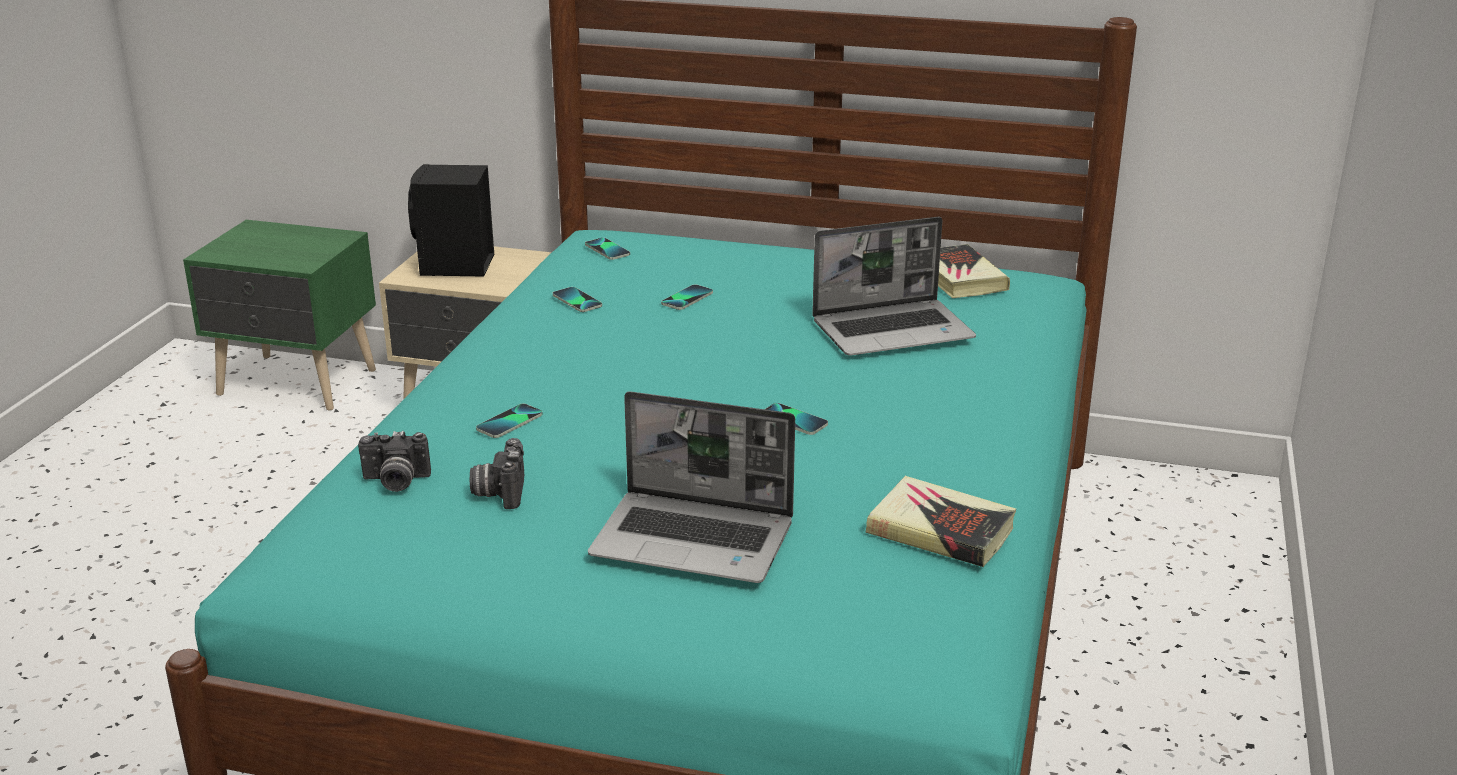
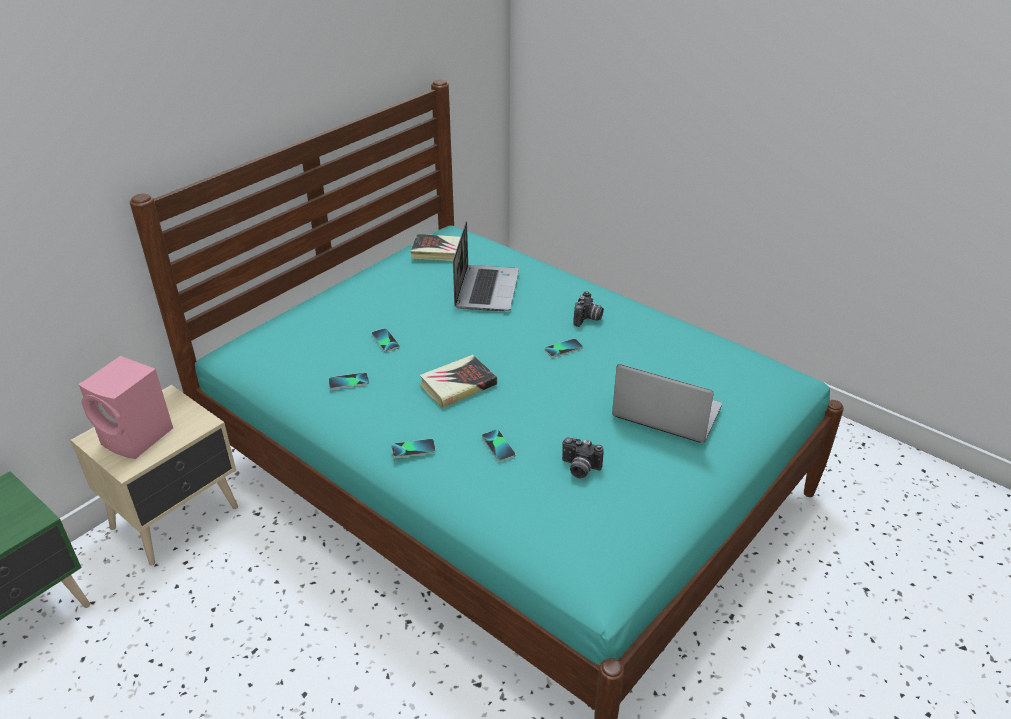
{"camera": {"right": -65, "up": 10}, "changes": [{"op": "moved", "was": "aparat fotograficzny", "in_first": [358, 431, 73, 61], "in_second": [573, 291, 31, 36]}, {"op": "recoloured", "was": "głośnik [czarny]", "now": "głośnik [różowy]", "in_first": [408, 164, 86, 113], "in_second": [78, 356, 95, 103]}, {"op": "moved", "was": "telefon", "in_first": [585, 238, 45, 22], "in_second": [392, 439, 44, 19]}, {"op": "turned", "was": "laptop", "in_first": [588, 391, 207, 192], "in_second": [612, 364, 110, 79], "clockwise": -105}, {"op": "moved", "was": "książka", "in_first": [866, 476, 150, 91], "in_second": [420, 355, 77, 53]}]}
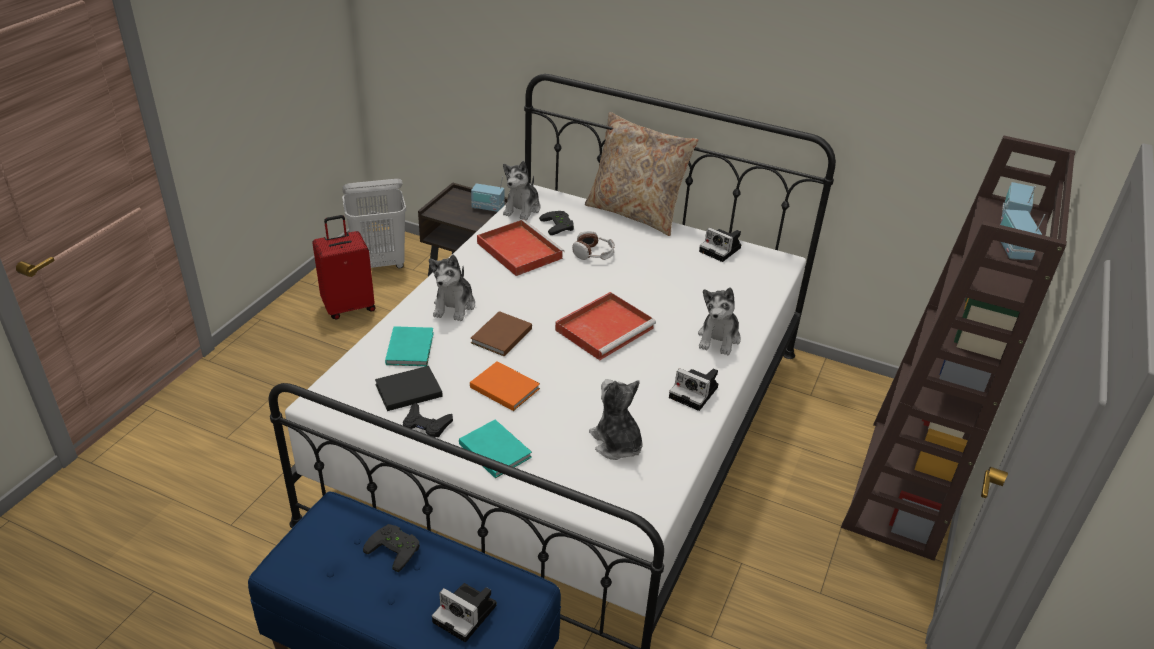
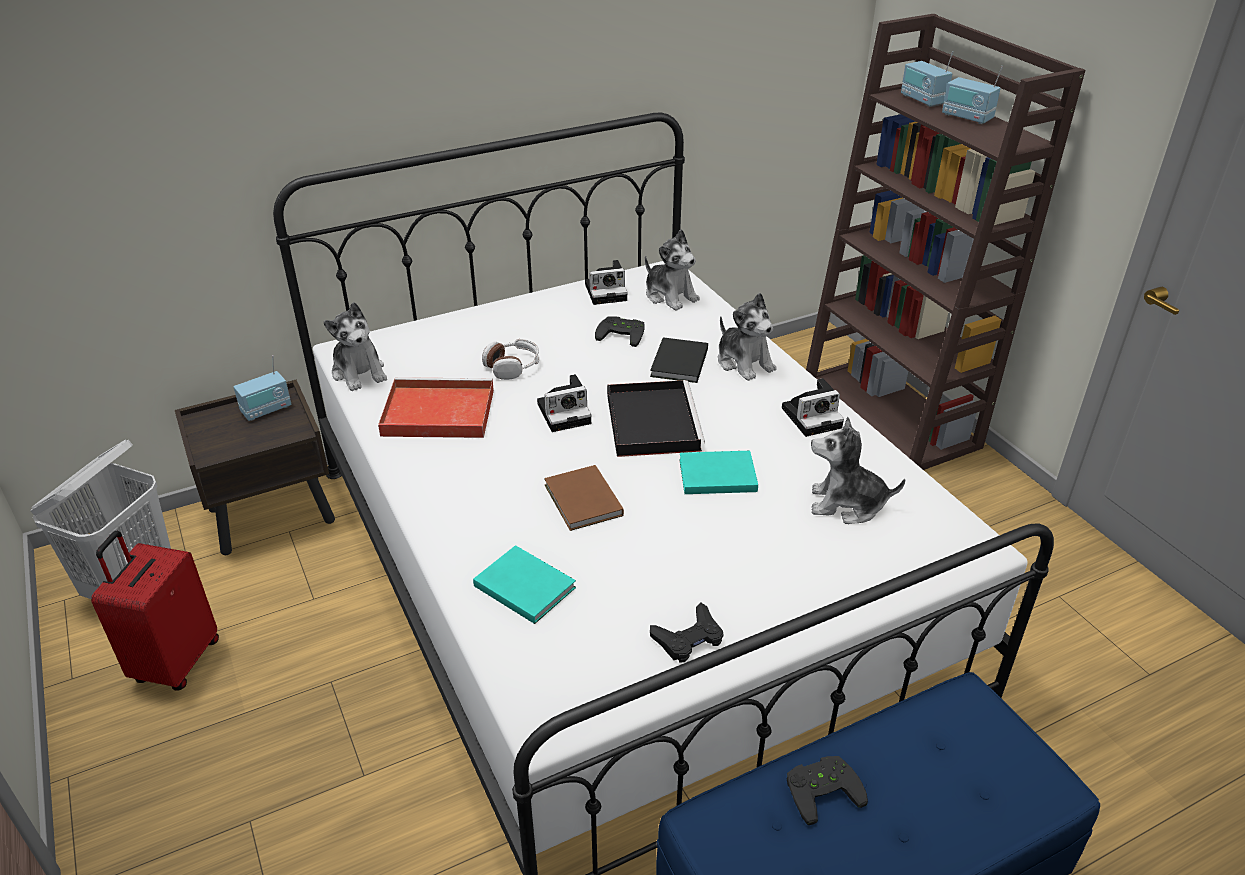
{"camera": {"right": -50, "up": 0}, "changes": [{"op": "moved", "was": "książka [czarny]", "in_first": [375, 366, 68, 45], "in_second": [650, 337, 58, 46]}, {"op": "moved", "was": "pluszak", "in_first": [429, 255, 46, 66], "in_second": [645, 229, 55, 82]}, {"op": "moved", "was": "aparat fotograficzny", "in_first": [432, 583, 64, 59], "in_second": [537, 374, 54, 58]}, {"op": "moved", "was": "książka [turkusowy]", "in_first": [459, 420, 73, 58], "in_second": [679, 451, 79, 43]}, {"op": "removed", "was": "książka [pomarańczowy]", "in_first": [470, 361, 70, 50]}, {"op": "moved", "was": "pad do gier [czarny]", "in_first": [539, 211, 35, 24], "in_second": [595, 317, 50, 30]}, {"op": "recoloured", "was": "taca [czerwony]", "now": "taca [czarny]", "in_first": [555, 292, 101, 68], "in_second": [607, 380, 98, 77]}, {"op": "removed", "was": "poduszka [beżowy]", "in_first": [585, 112, 113, 124]}]}
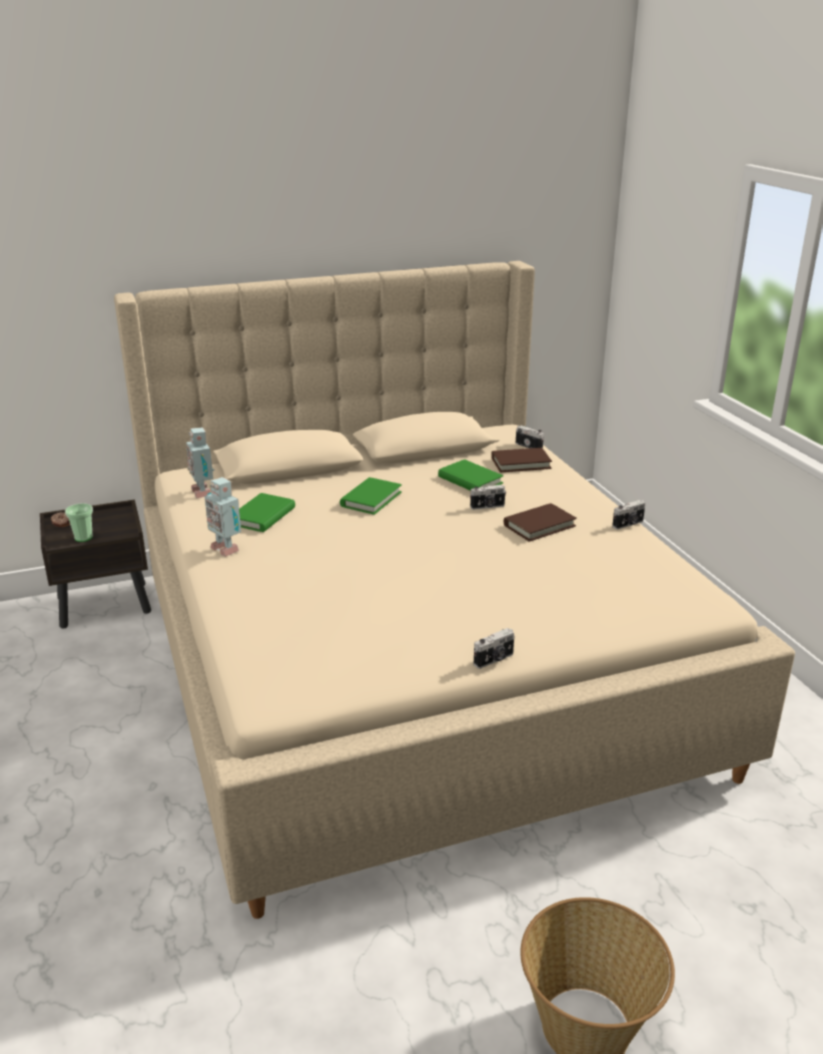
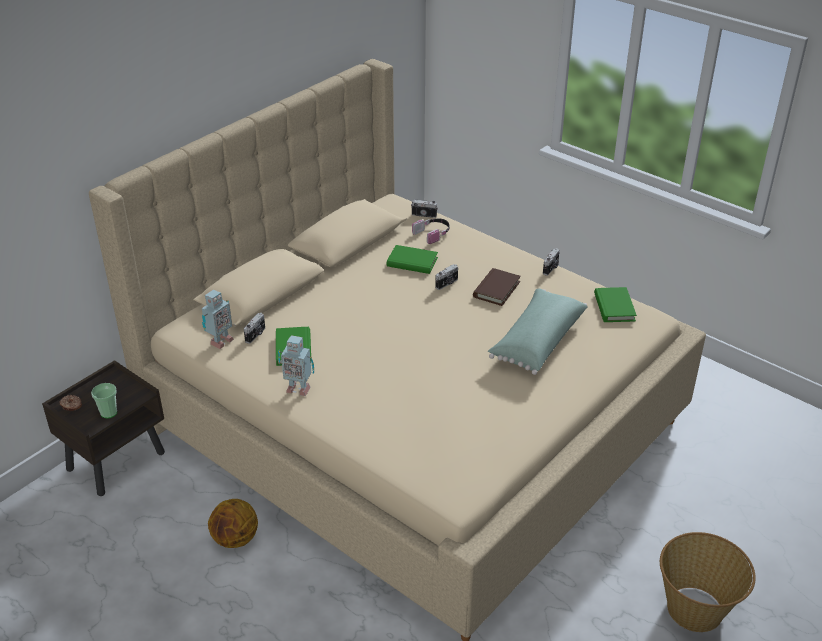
{"camera": {"right": -30, "up": 10}, "changes": [{"op": "turned", "was": "robot zabawkowy", "in_first": [186, 427, 28, 71], "in_second": [202, 289, 32, 60], "clockwise": -90}, {"op": "moved", "was": "książka [zielony]", "in_first": [340, 477, 62, 38], "in_second": [594, 287, 43, 35]}, {"op": "moved", "was": "aparat fotograficzny", "in_first": [474, 628, 41, 41], "in_second": [244, 313, 21, 31]}, {"op": "replaced", "was": "książka [brązowy]", "now": "słuchawki", "in_first": [491, 448, 61, 24], "in_second": [412, 219, 37, 25]}, {"op": "added", "now": "piłka do koszykówki", "in_second": [208, 499, 50, 49]}, {"op": "added", "now": "poduszka [zielony]", "in_second": [488, 289, 100, 86]}]}
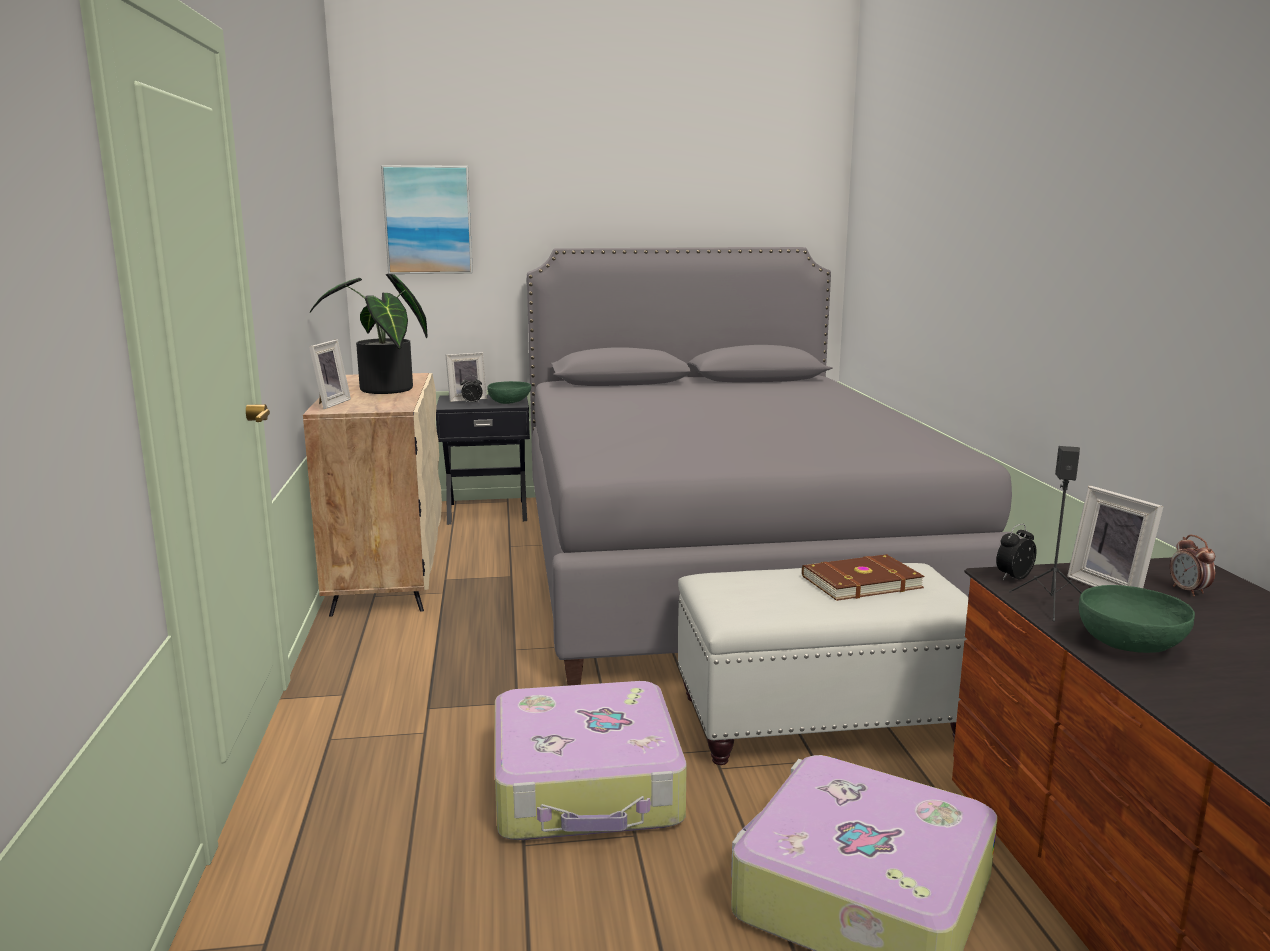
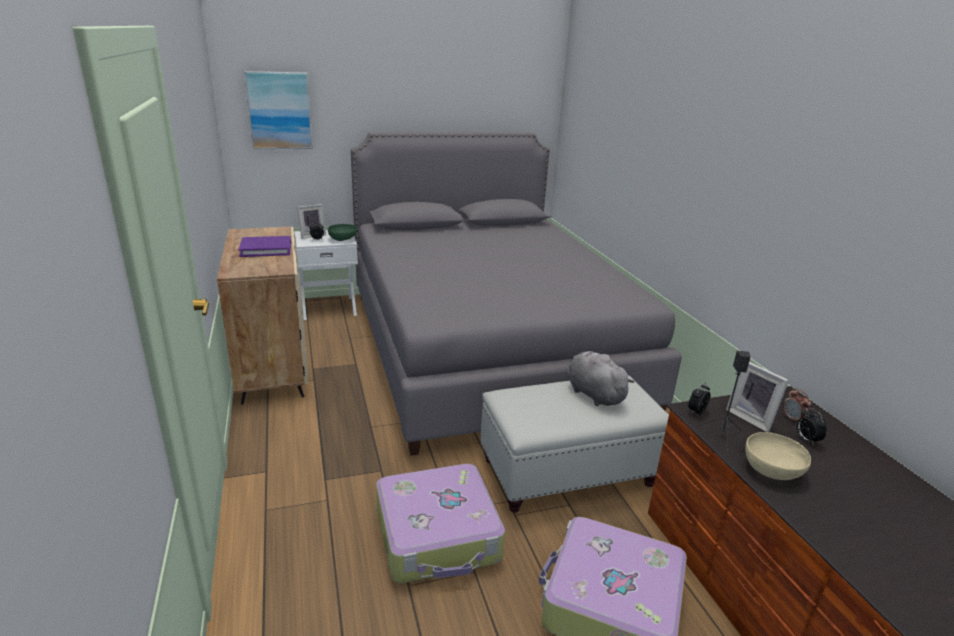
{"camera": {"right": -10, "up": 10}, "changes": [{"op": "removed", "was": "ramka na zdjęcie", "in_first": [309, 340, 42, 69]}, {"op": "replaced", "was": "roślina doniczkowa", "now": "książka [fioletowy]", "in_first": [310, 274, 117, 120], "in_second": [238, 236, 53, 21]}, {"op": "recoloured", "was": "szafka nocna [czarny]", "now": "szafka nocna [biały]", "in_first": [436, 394, 94, 131], "in_second": [294, 230, 64, 90]}, {"op": "replaced", "was": "książka [brązowy]", "now": "pluszak [szary]", "in_first": [802, 554, 123, 47], "in_second": [568, 351, 66, 55]}, {"op": "recoloured", "was": "miska [zielony]", "now": "miska [beżowy]", "in_first": [1079, 585, 116, 68], "in_second": [745, 432, 66, 48]}, {"op": "added", "now": "budzik", "in_second": [797, 408, 30, 38]}]}
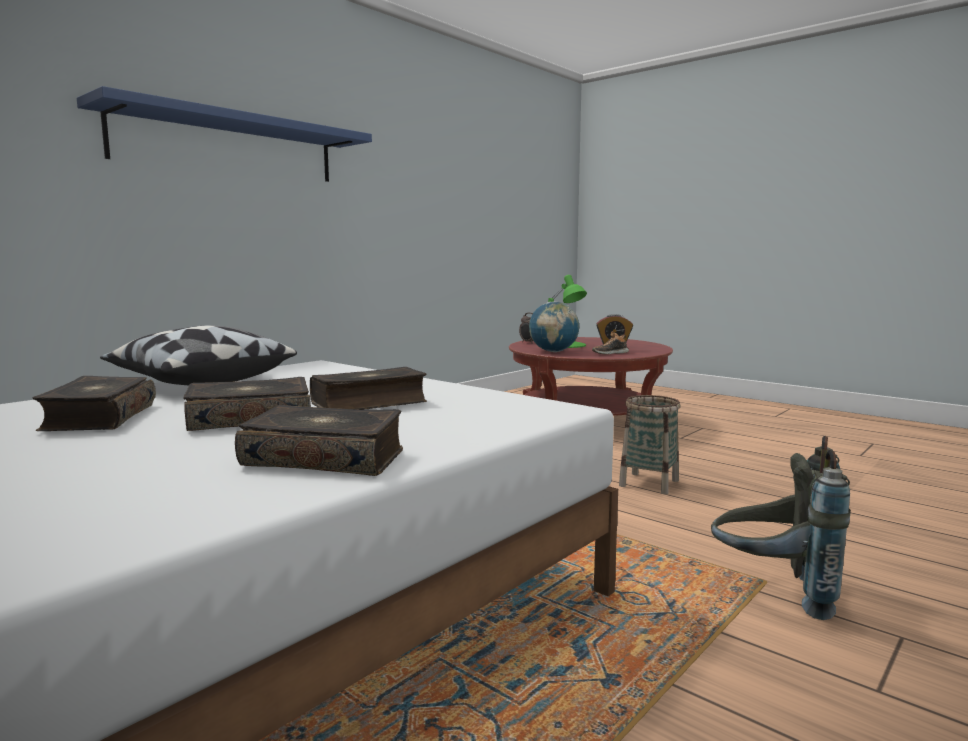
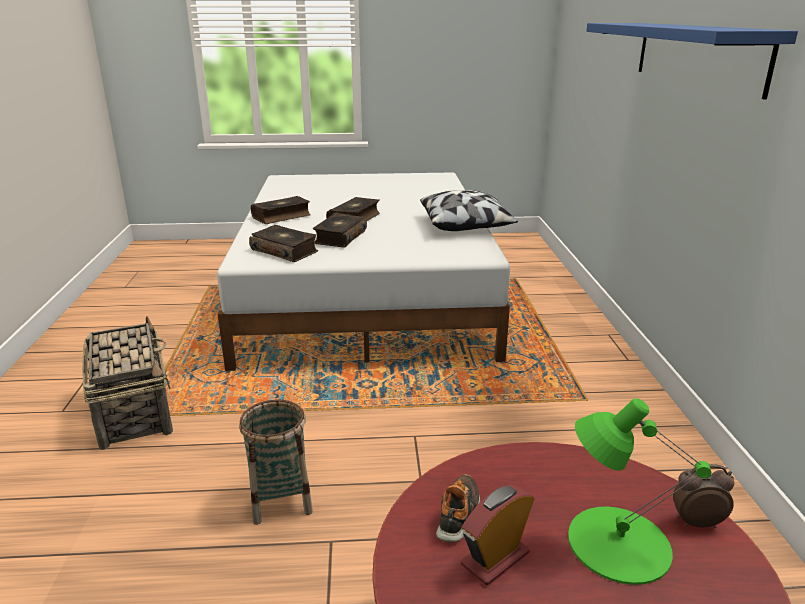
{"camera": {"right": 135, "up": 15}, "changes": [{"op": "moved", "was": "książka", "in_first": [32, 376, 124, 55], "in_second": [249, 225, 69, 37]}, {"op": "removed", "was": "globus", "in_first": [529, 302, 50, 50]}, {"op": "replaced", "was": "plecak [szary]", "now": "koszyk", "in_first": [711, 436, 140, 184], "in_second": [82, 316, 91, 134]}]}
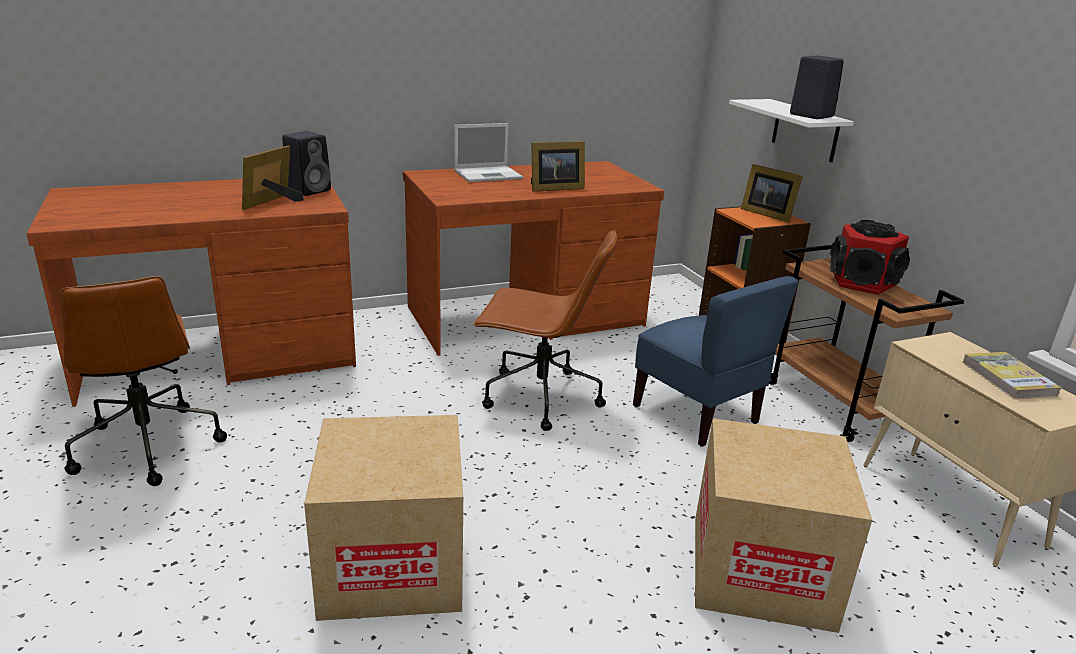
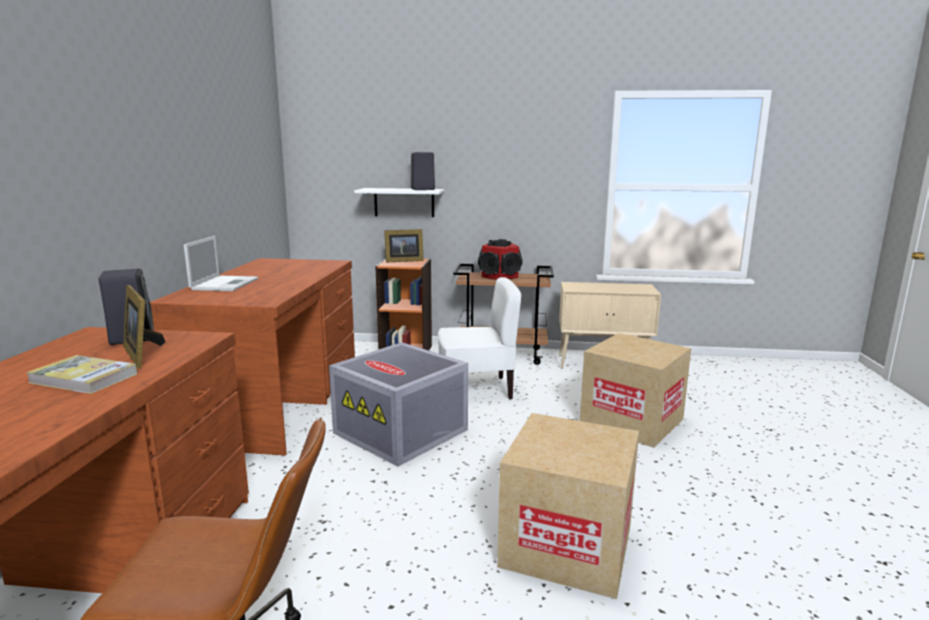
{"camera": {"right": -60, "up": -10}, "changes": [{"op": "replaced", "was": "krzesło biurowe [brązowy]", "now": "pojemnik do przechowywania [szary]", "in_first": [473, 230, 144, 201], "in_second": [329, 342, 139, 125]}, {"op": "removed", "was": "ramka na zdjęcie", "in_first": [531, 141, 54, 50]}, {"op": "recoloured", "was": "krzesło [niebieski]", "now": "krzesło [biały]", "in_first": [633, 276, 165, 171], "in_second": [438, 277, 84, 122]}, {"op": "moved", "was": "książka", "in_first": [962, 352, 99, 47], "in_second": [26, 355, 111, 39]}]}
